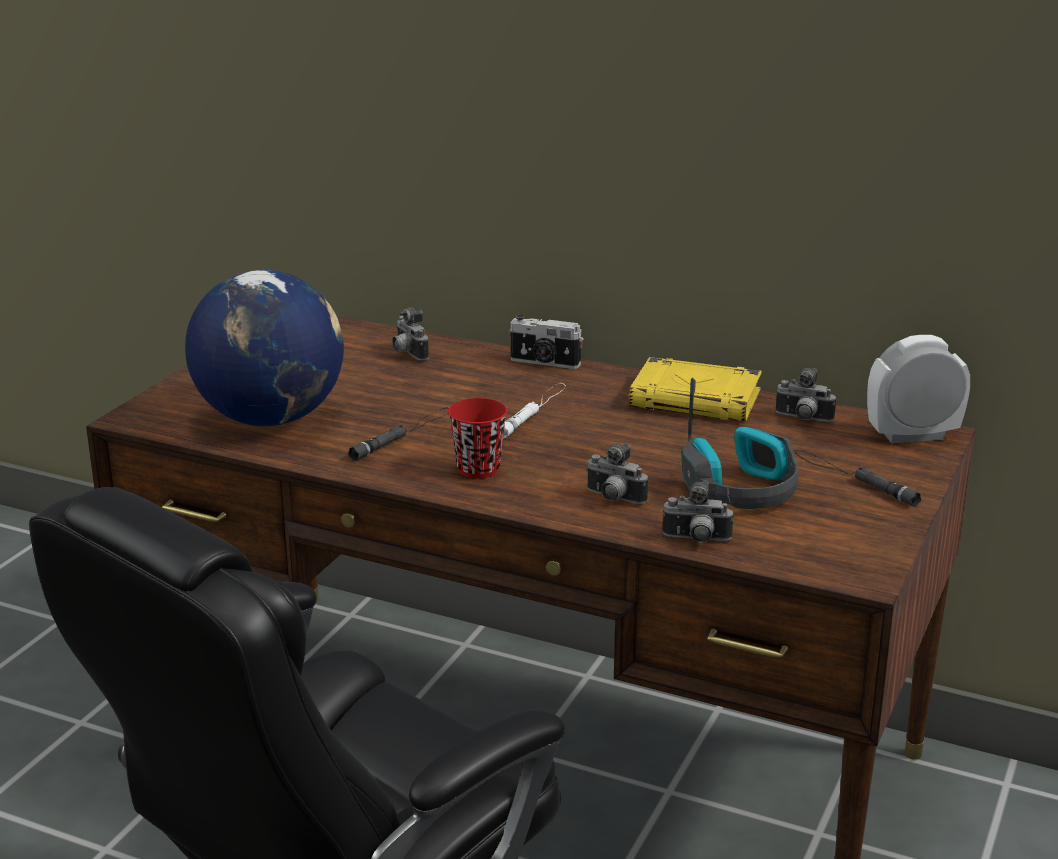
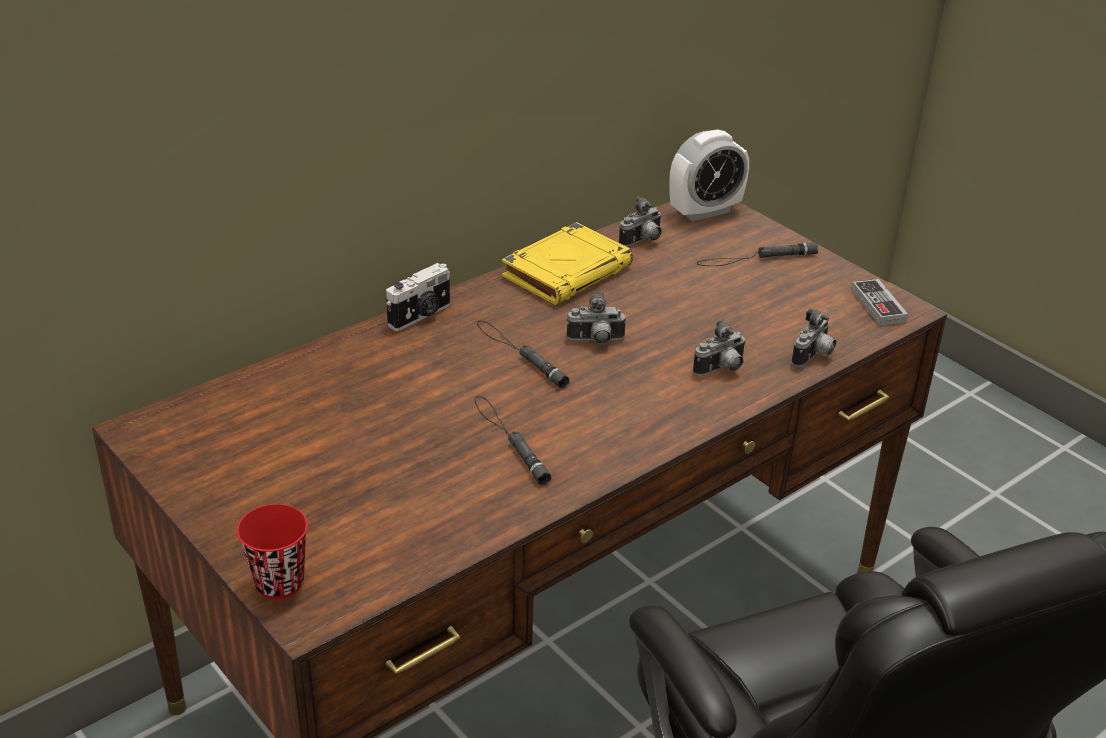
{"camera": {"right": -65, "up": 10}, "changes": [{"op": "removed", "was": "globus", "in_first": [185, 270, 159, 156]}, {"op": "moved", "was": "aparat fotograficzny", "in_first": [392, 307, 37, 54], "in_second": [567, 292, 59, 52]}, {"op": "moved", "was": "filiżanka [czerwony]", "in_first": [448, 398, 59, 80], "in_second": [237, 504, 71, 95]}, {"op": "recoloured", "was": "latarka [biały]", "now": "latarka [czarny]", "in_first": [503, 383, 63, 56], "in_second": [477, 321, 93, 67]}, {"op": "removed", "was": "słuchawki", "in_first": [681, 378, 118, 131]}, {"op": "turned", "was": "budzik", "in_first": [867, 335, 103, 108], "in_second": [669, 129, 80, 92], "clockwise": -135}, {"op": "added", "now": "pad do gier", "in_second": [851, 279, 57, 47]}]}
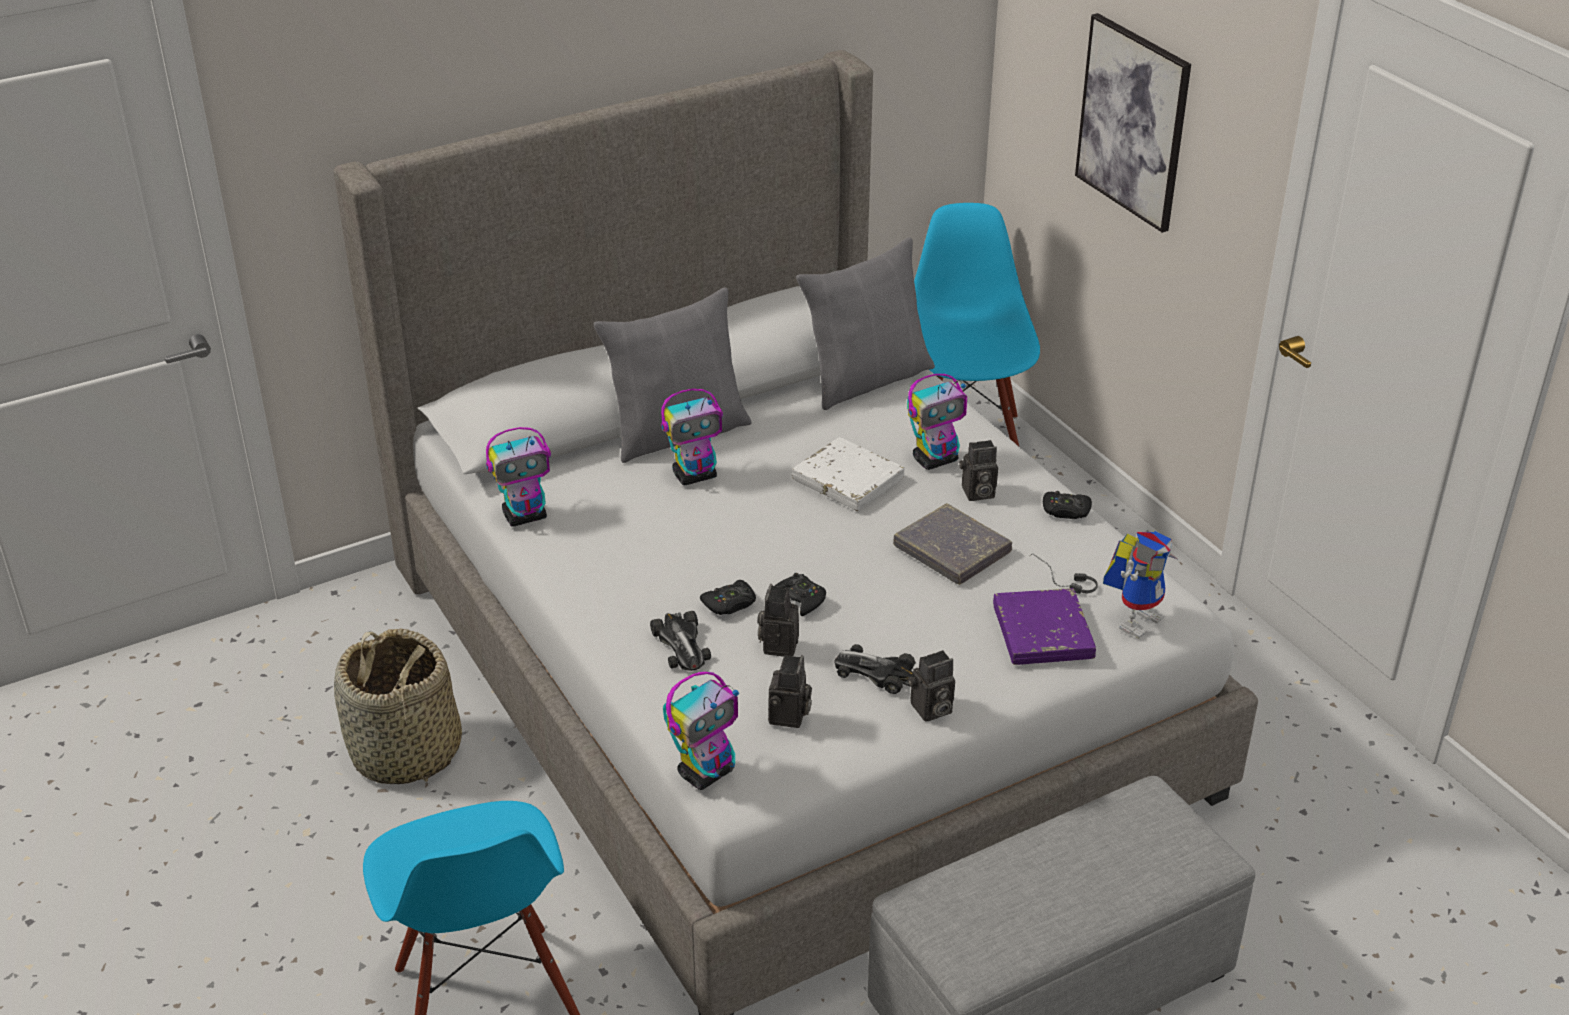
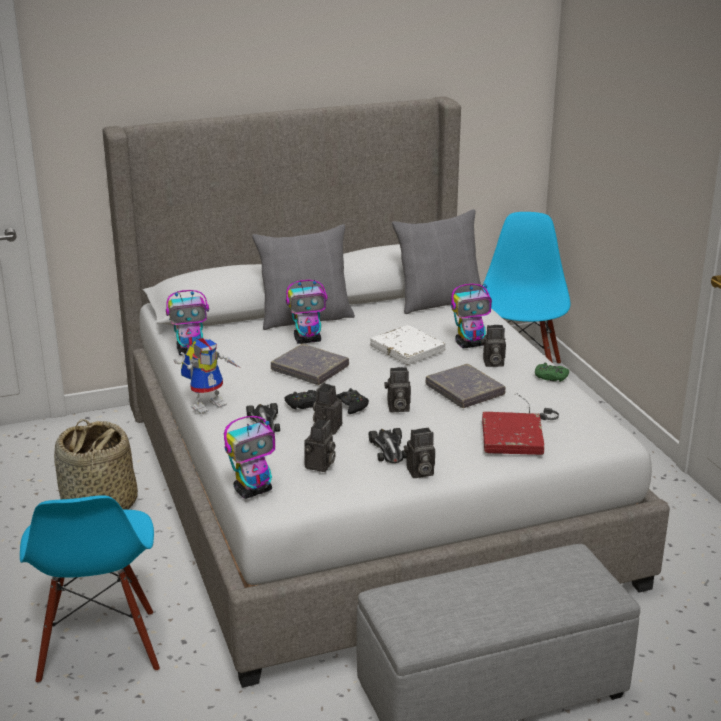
{"camera": {"right": 10, "up": -10}, "changes": [{"op": "turned", "was": "samochodzik", "in_first": [834, 644, 82, 50], "in_second": [369, 428, 38, 35], "clockwise": -135}, {"op": "recoloured", "was": "książka [fioletowy]", "now": "książka [czerwony]", "in_first": [993, 588, 103, 77], "in_second": [482, 412, 62, 43]}, {"op": "recoloured", "was": "pad do gier [czarny]", "now": "pad do gier [zielony]", "in_first": [1043, 491, 49, 28], "in_second": [535, 363, 34, 19]}, {"op": "removed", "was": "obraz", "in_first": [1075, 13, 116, 220]}, {"op": "moved", "was": "robot zabawkowy", "in_first": [1103, 530, 74, 108], "in_second": [174, 338, 68, 76]}, {"op": "added", "now": "książka [szary]", "in_second": [271, 344, 78, 41]}, {"op": "added", "now": "aparat fotograficzny", "in_second": [385, 367, 26, 45]}]}
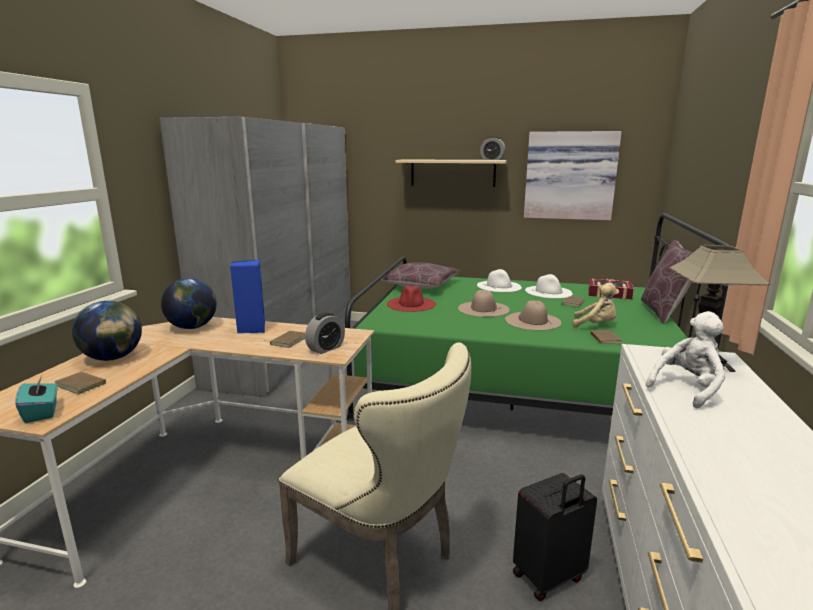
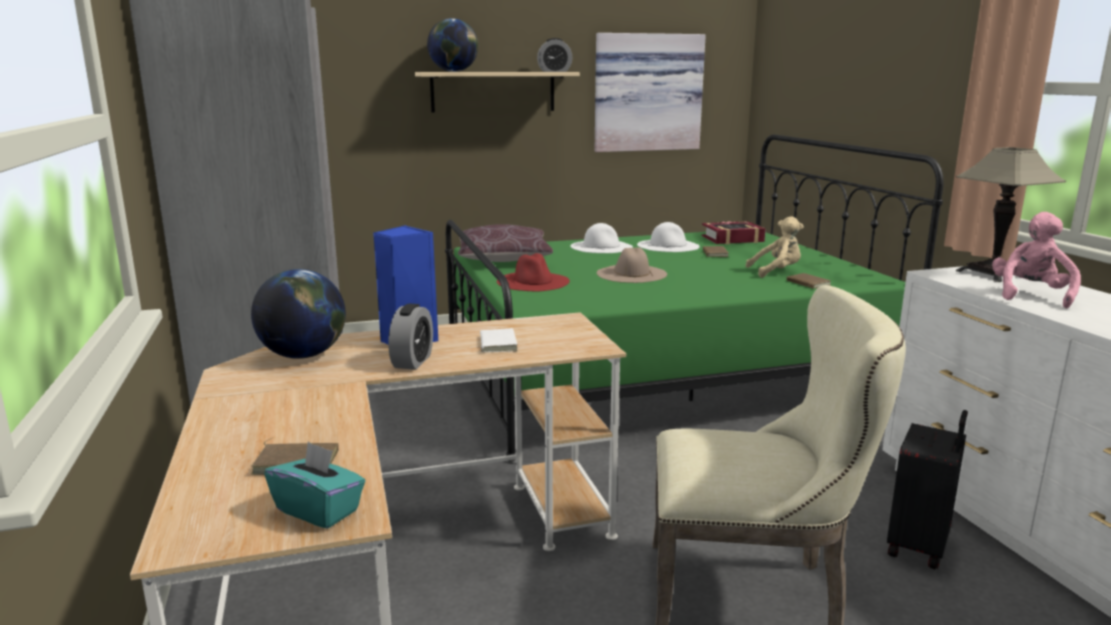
{"camera": {"right": -30, "up": 0}, "changes": [{"op": "moved", "was": "globus", "in_first": [72, 301, 70, 60], "in_second": [427, 18, 51, 54]}, {"op": "recoloured", "was": "książka [brązowy]", "now": "książka [biały]", "in_first": [264, 331, 41, 17], "in_second": [471, 328, 47, 25]}, {"op": "moved", "was": "budzik", "in_first": [305, 313, 40, 41], "in_second": [388, 304, 45, 66]}, {"op": "removed", "was": "kapelusz [beżowy]", "in_first": [505, 301, 56, 29]}, {"op": "removed", "was": "poduszka [brązowy]", "in_first": [641, 240, 52, 84]}, {"op": "recoloured", "was": "pluszak [biały]", "now": "pluszak [różowy]", "in_first": [645, 311, 80, 98], "in_second": [992, 212, 89, 96]}]}
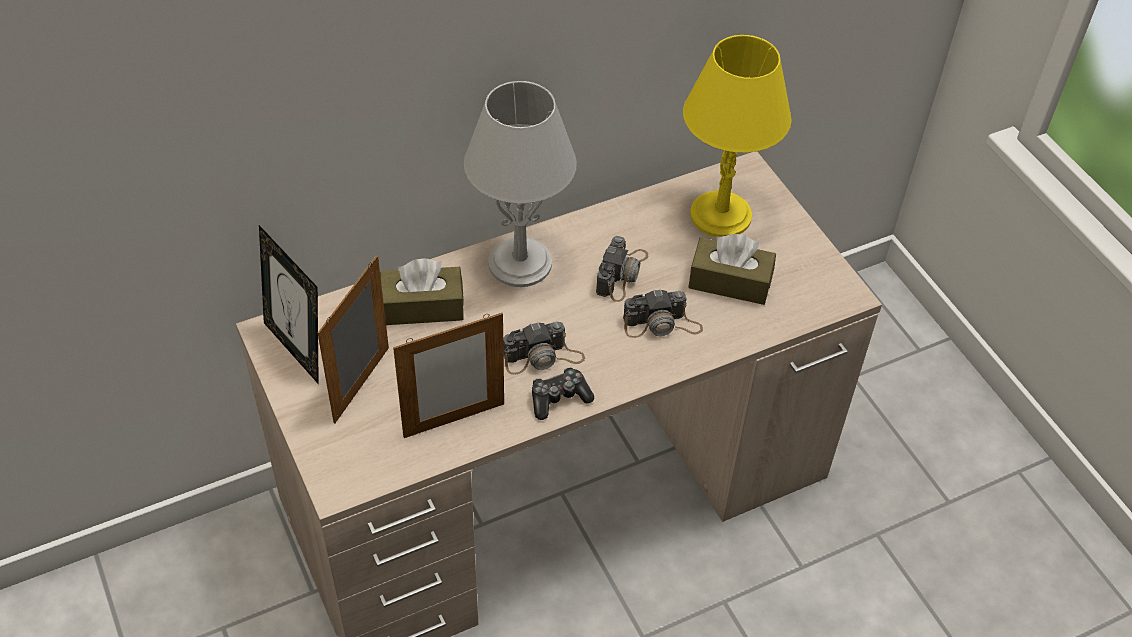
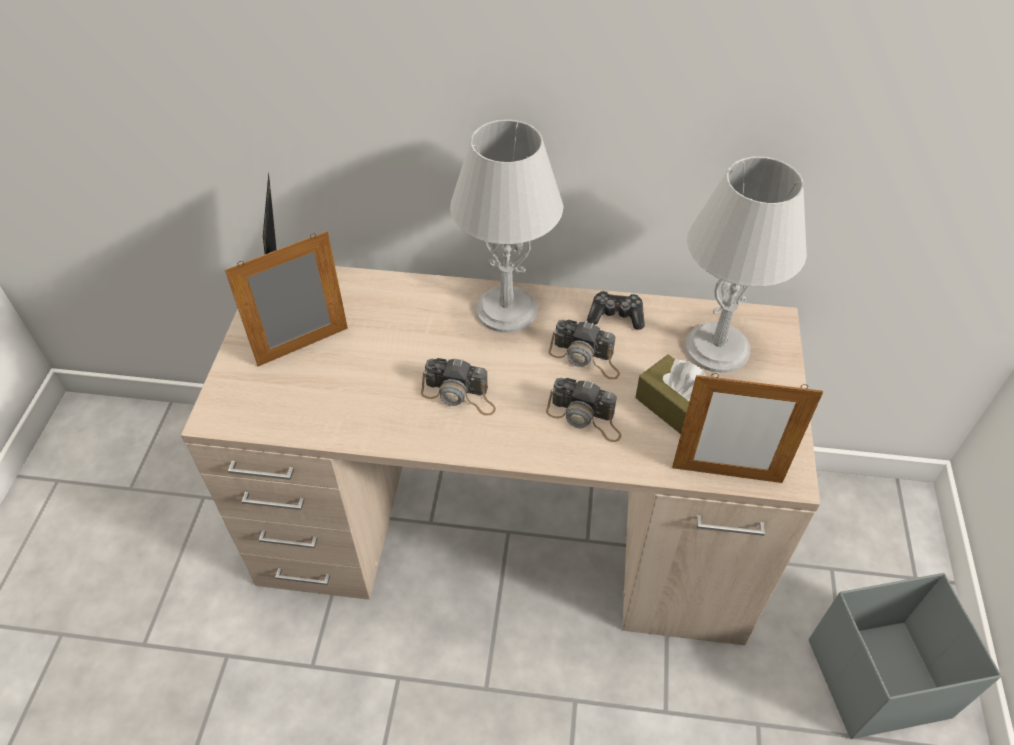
{"camera": {"right": 35, "up": 0}, "changes": [{"op": "removed", "was": "pudełko chusteczek [brązowy]", "in_first": [380, 258, 84, 67]}, {"op": "moved", "was": "ramka na zdjęcie", "in_first": [393, 313, 111, 125], "in_second": [672, 373, 151, 110]}, {"op": "moved", "was": "pad do gier", "in_first": [532, 367, 62, 53], "in_second": [587, 291, 58, 39]}, {"op": "turned", "was": "aparat fotograficzny", "in_first": [596, 236, 52, 66], "in_second": [549, 320, 71, 59], "clockwise": 60}, {"op": "recoloured", "was": "lampa stołowa [żółty]", "now": "lampa stołowa [szary]", "in_first": [683, 35, 109, 202], "in_second": [686, 156, 121, 217]}, {"op": "added", "now": "pojemnik do przechowywania [szary]", "in_second": [809, 573, 193, 166]}]}
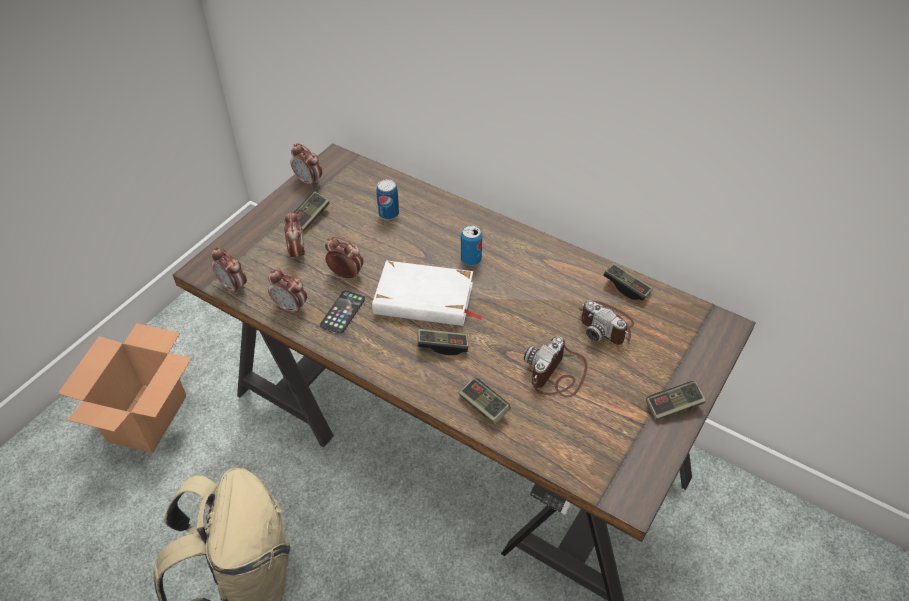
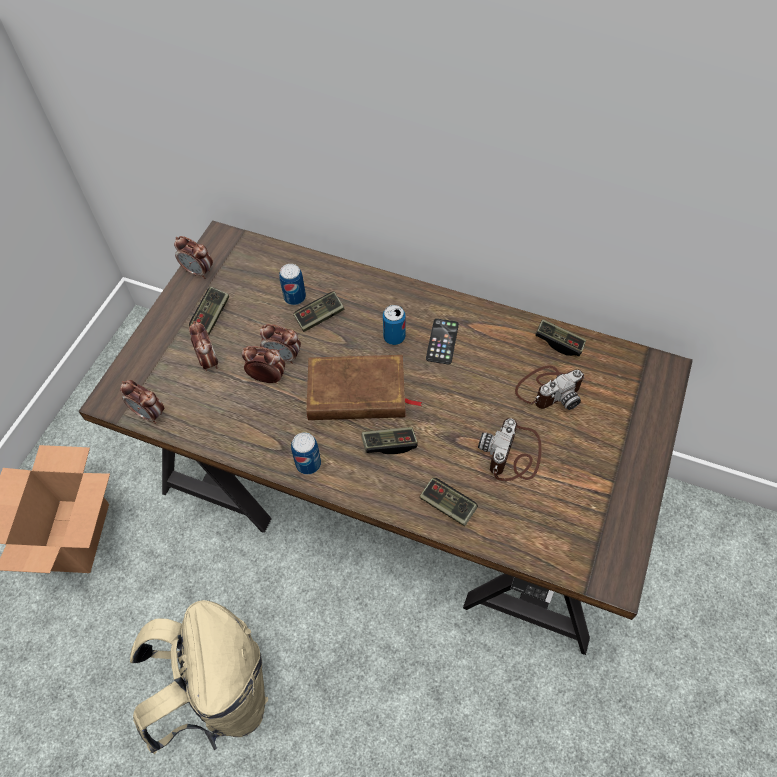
{"camera": {"right": -10, "up": 10}, "changes": [{"op": "moved", "was": "budzik", "in_first": [268, 269, 39, 46], "in_second": [260, 324, 41, 40]}, {"op": "moved", "was": "telefon", "in_first": [320, 290, 45, 44], "in_second": [426, 319, 33, 45]}, {"op": "recoloured", "was": "książka [biały]", "now": "książka [brązowy]", "in_first": [372, 261, 111, 65], "in_second": [307, 355, 115, 65]}, {"op": "turned", "was": "aparat fotograficzny", "in_first": [578, 300, 56, 45], "in_second": [515, 365, 69, 45], "clockwise": -60}, {"op": "moved", "was": "pad do gier", "in_first": [646, 381, 60, 40], "in_second": [294, 292, 50, 40]}, {"op": "added", "now": "puszka", "in_second": [291, 432, 30, 43]}]}
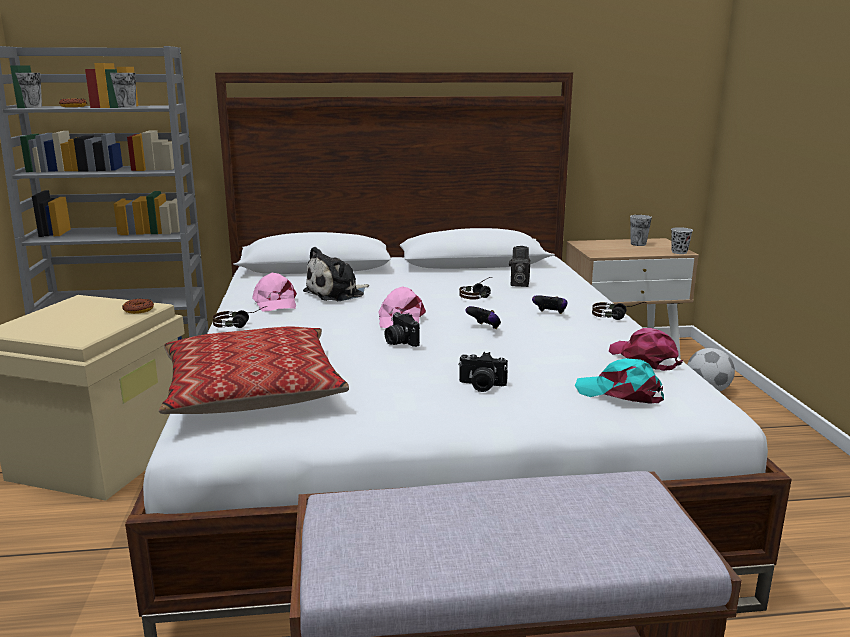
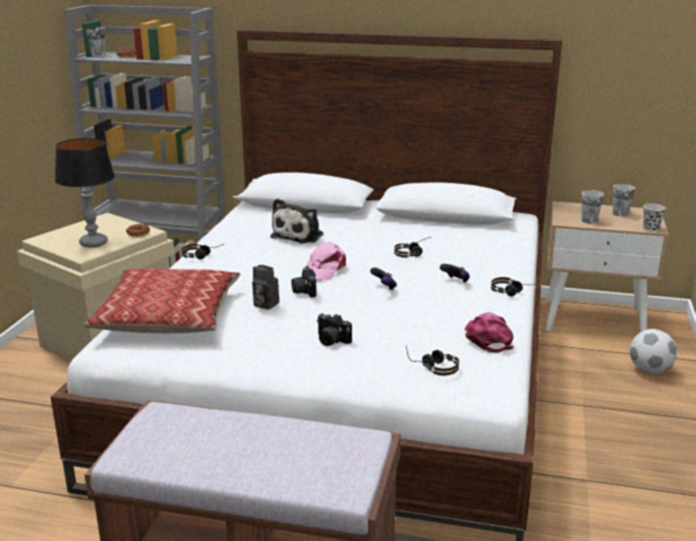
{"camera": {"right": 20, "up": 5}, "changes": [{"op": "moved", "was": "filiżanka", "in_first": [110, 73, 26, 35], "in_second": [581, 190, 23, 33]}, {"op": "removed", "was": "czapka z daszkiem [różowy]", "in_first": [252, 273, 45, 39]}, {"op": "turned", "was": "pluszak", "in_first": [303, 247, 66, 54], "in_second": [270, 198, 53, 46], "clockwise": -45}, {"op": "moved", "was": "aparat fotograficzny", "in_first": [509, 246, 22, 41], "in_second": [252, 264, 27, 46]}, {"op": "replaced", "was": "czapka z daszkiem [turkusowy]", "now": "słuchawki", "in_first": [575, 358, 89, 46], "in_second": [406, 346, 53, 30]}, {"op": "added", "now": "lampa stołowa", "in_second": [55, 138, 60, 110]}]}
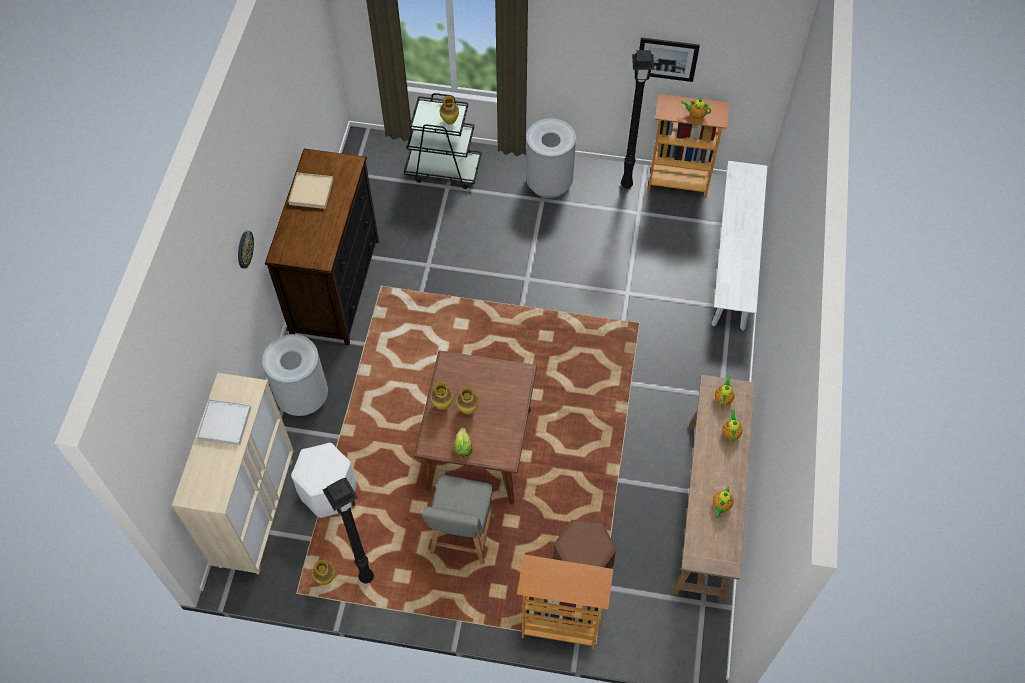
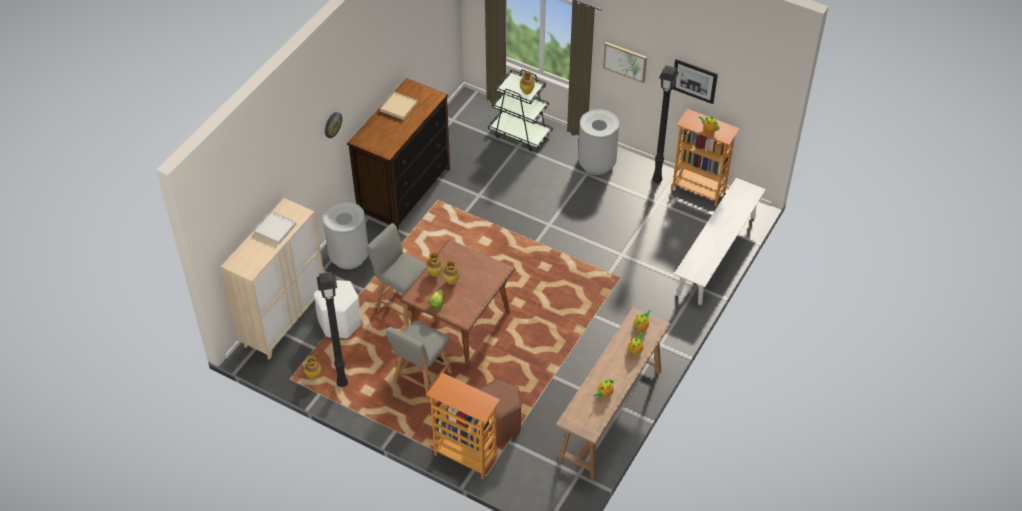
{"camera": {"right": 20, "up": -10}, "changes": [{"op": "added", "now": "krzesło [szary]", "in_second": [367, 223, 59, 103]}, {"op": "added", "now": "obraz", "in_second": [603, 42, 44, 41]}]}
